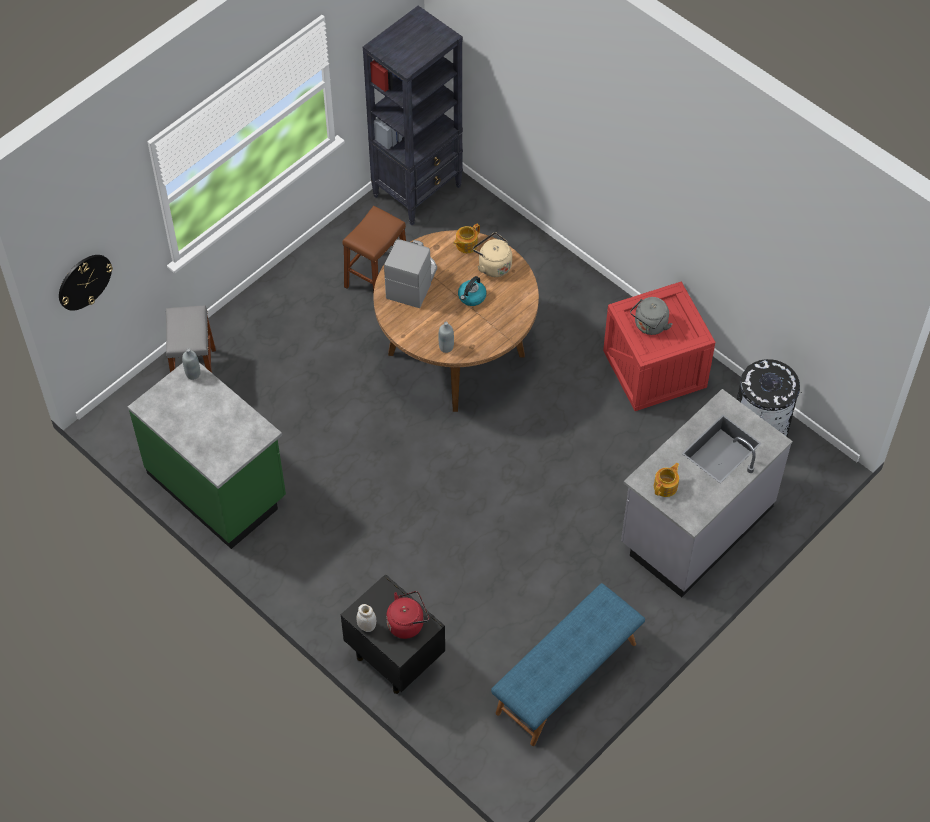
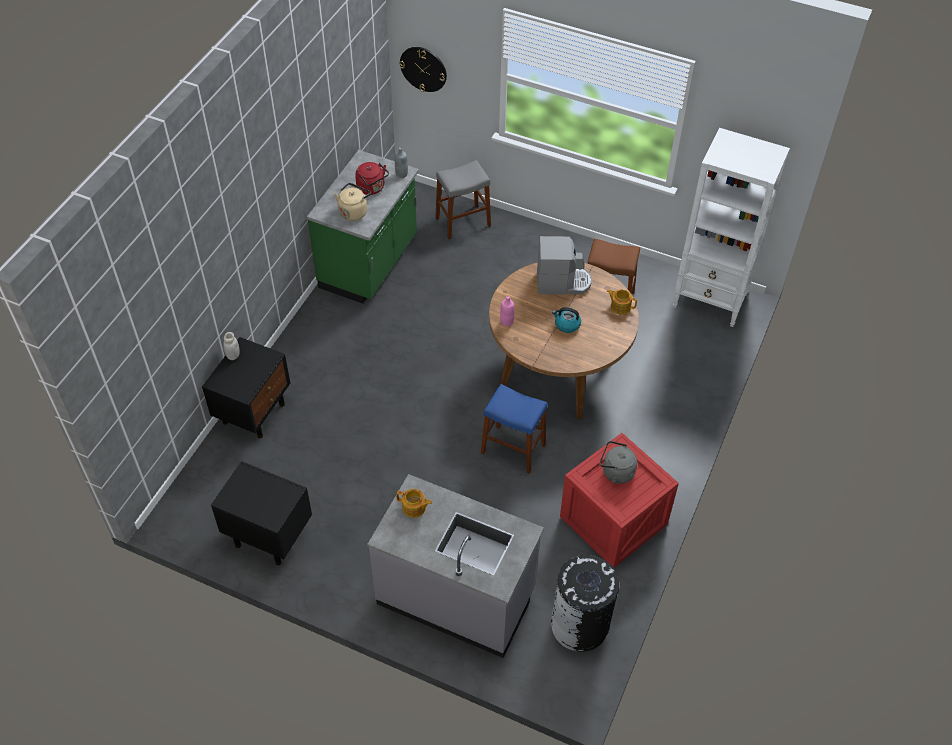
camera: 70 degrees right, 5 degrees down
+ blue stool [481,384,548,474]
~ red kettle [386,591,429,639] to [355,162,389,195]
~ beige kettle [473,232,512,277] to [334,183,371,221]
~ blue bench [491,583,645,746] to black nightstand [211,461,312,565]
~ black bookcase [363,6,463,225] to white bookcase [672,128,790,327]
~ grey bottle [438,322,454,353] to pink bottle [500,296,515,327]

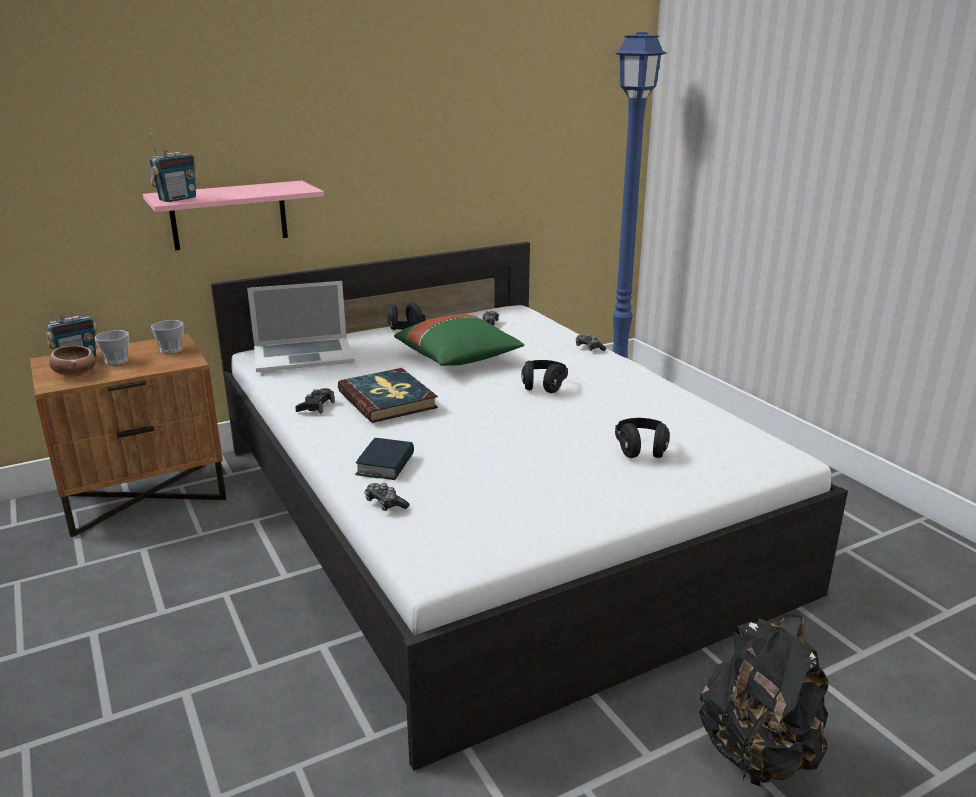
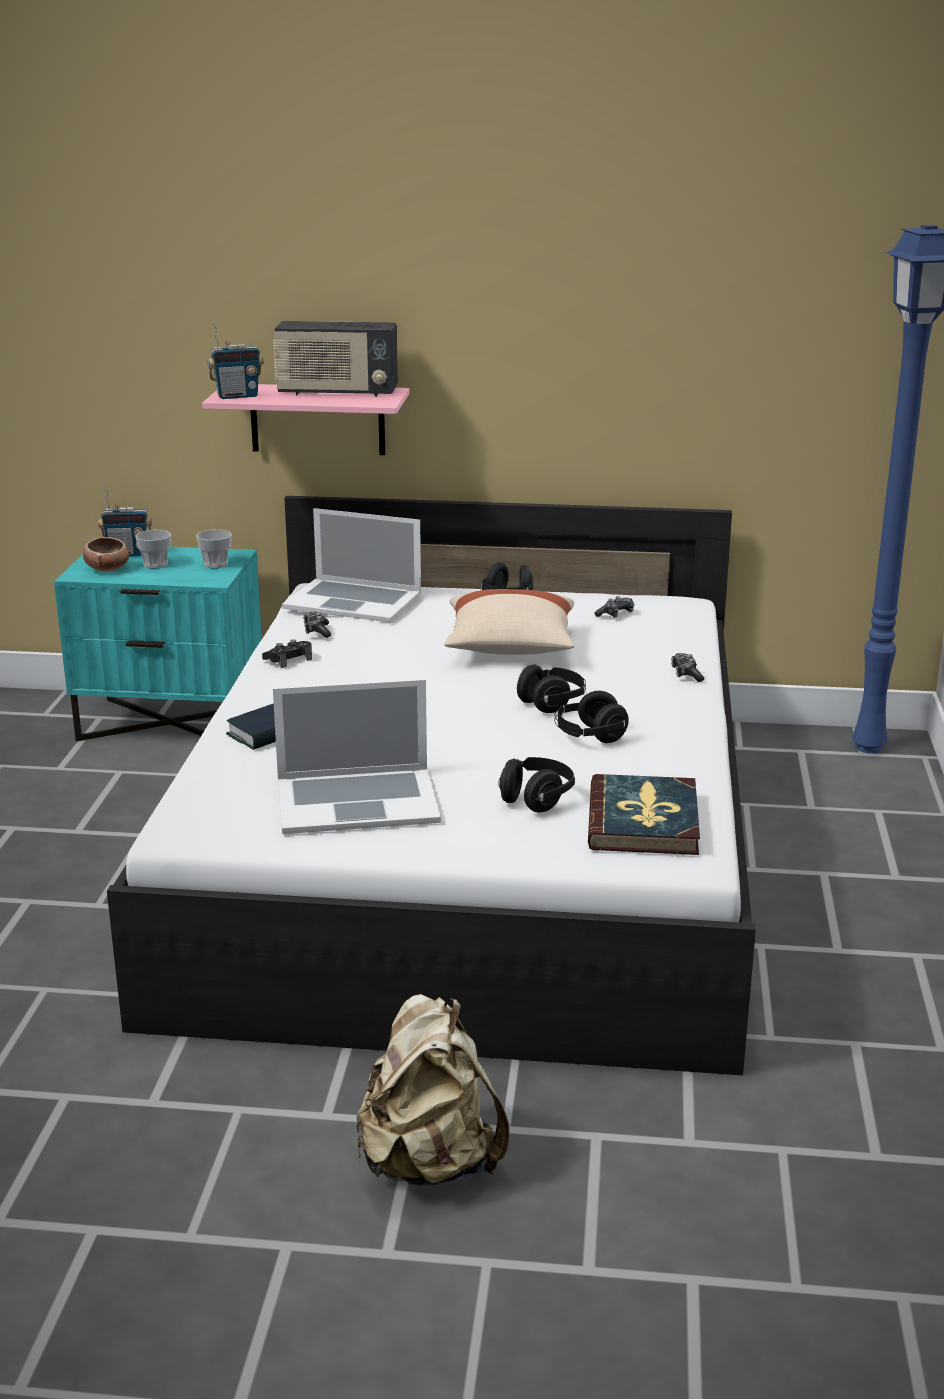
camera: 35 degrees right, 0 degrees up
+ radio [273,321,398,397]
+ laptop [273,680,441,834]
+ black headphones [554,691,629,743]
~ book [338,368,438,423] to [588,774,700,855]
~ game controller [364,483,410,511] to [303,612,331,638]
~ brown nightstand [30,334,226,537] to turquoise nightstand [54,547,262,741]
~ green pillow [394,314,524,366] to beige pillow [444,589,574,655]
~ black backpack [699,615,829,787] to beige backpack [356,994,509,1186]

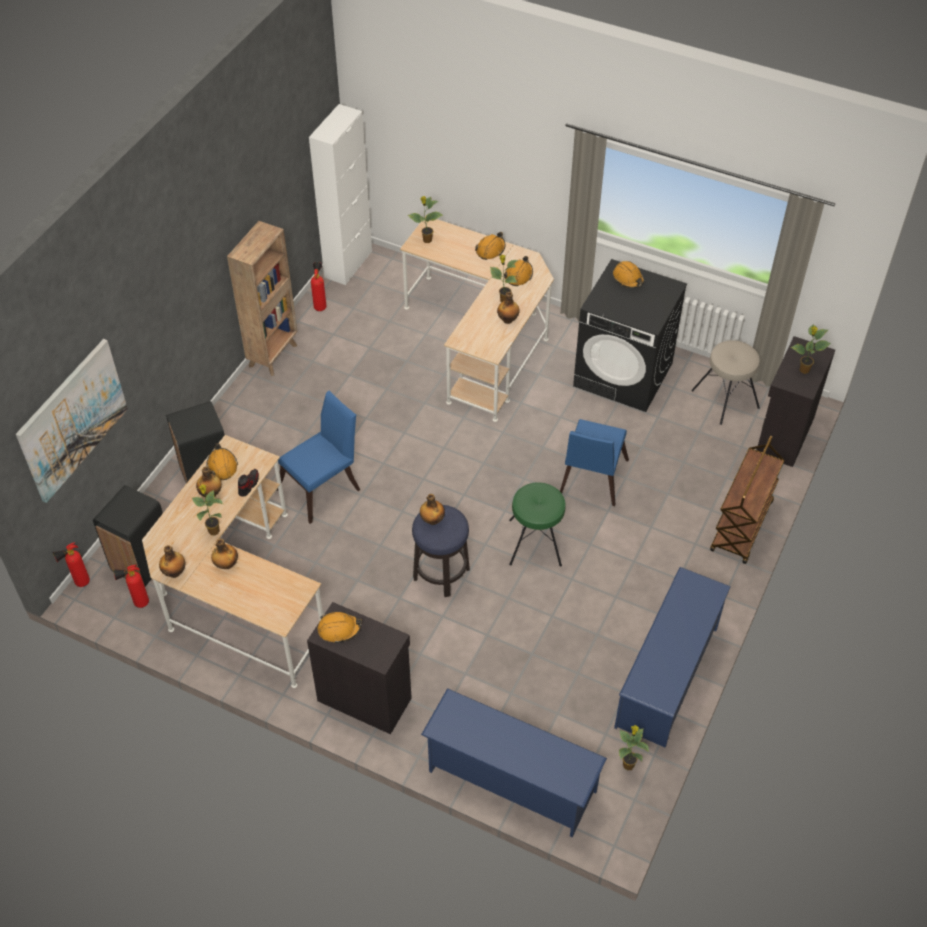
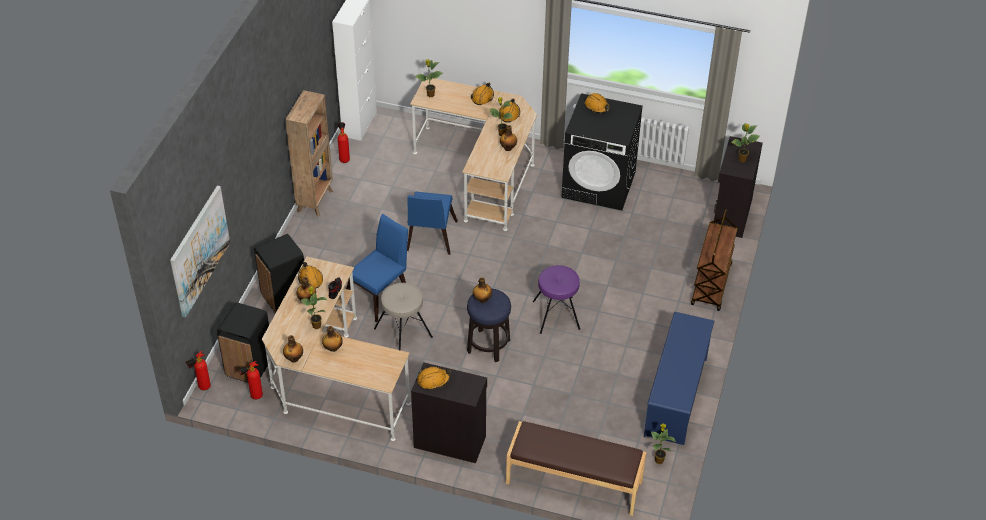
camera: 10 degrees left, 5 degrees down
~ blue chair [560,419,629,506] to [407,192,458,255]
~ beige stool [691,340,760,425] to [374,283,433,351]
~ blue shoe rack [421,688,607,837] to brown bench [506,421,646,516]
~ green stool [509,482,566,567] to purple stool [533,265,580,334]

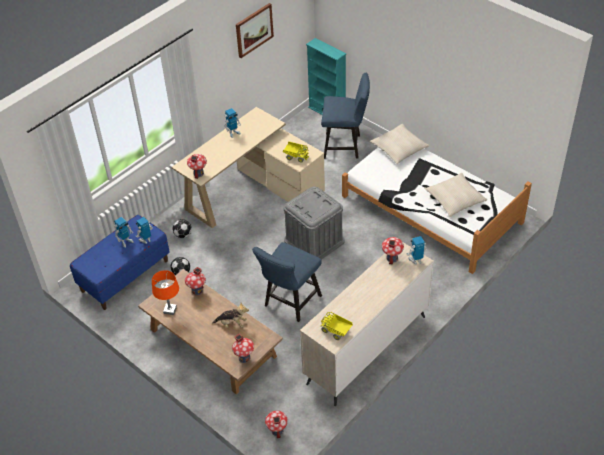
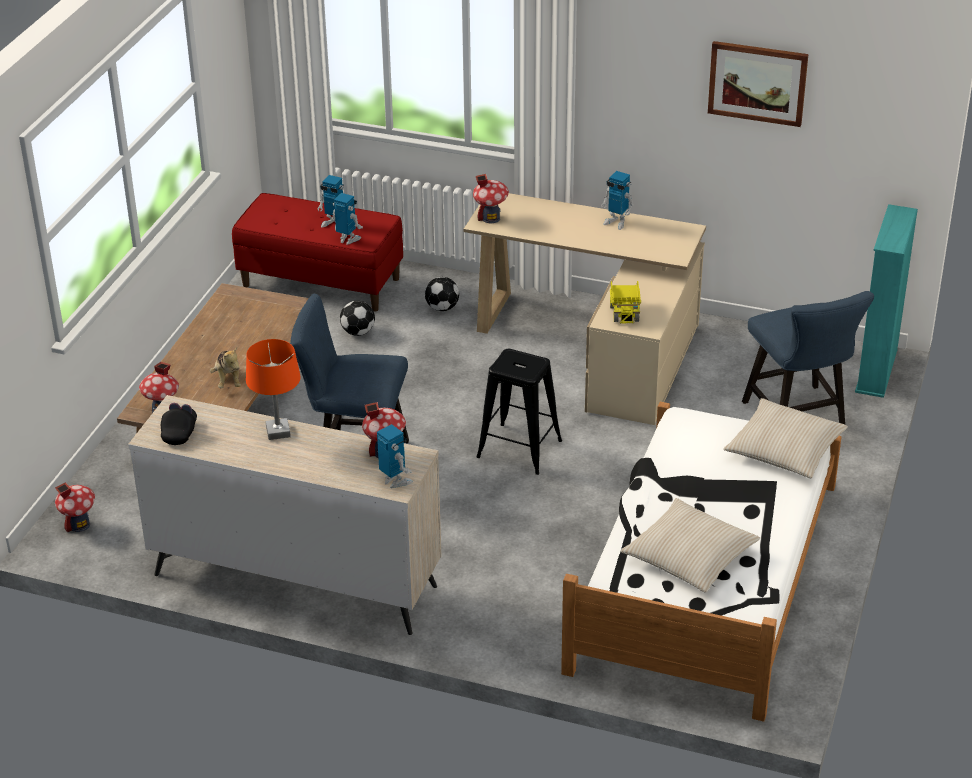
camera: 65 degrees right, 10 degrees down
- toy house [185,267,206,296]
~ orange table lamp [152,270,179,315] to [246,339,301,440]
~ grey storage box [283,186,345,260] to black stool [476,349,562,475]
~ toy truck [321,312,353,340] to black cap [161,403,197,445]
~ blue bench [70,215,170,310] to red bench [232,193,403,312]

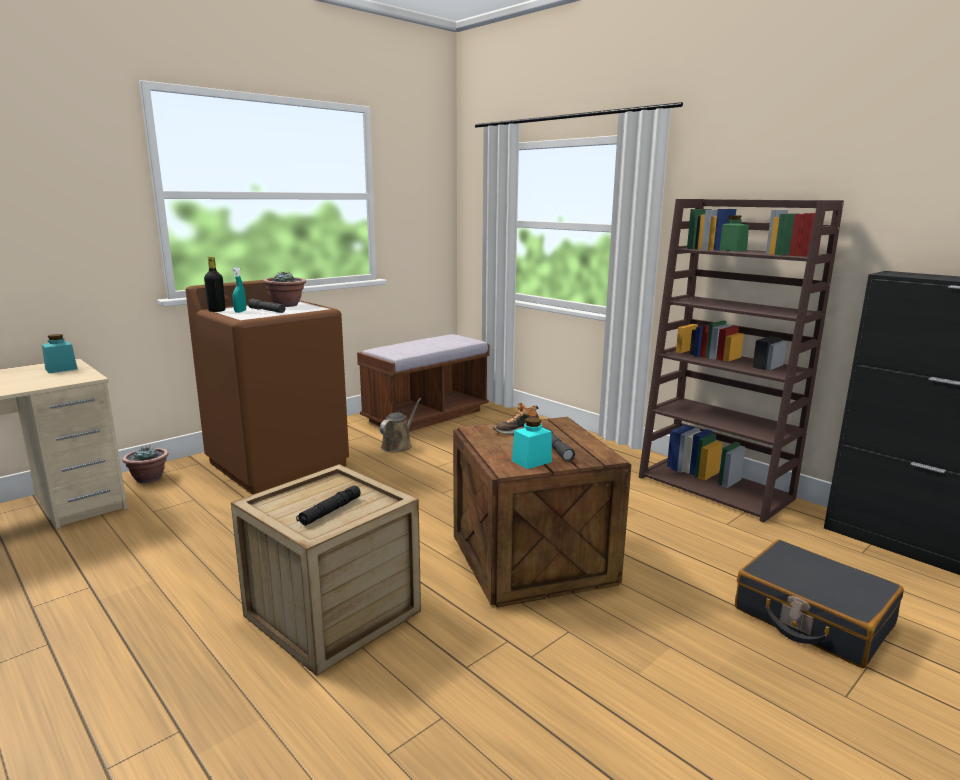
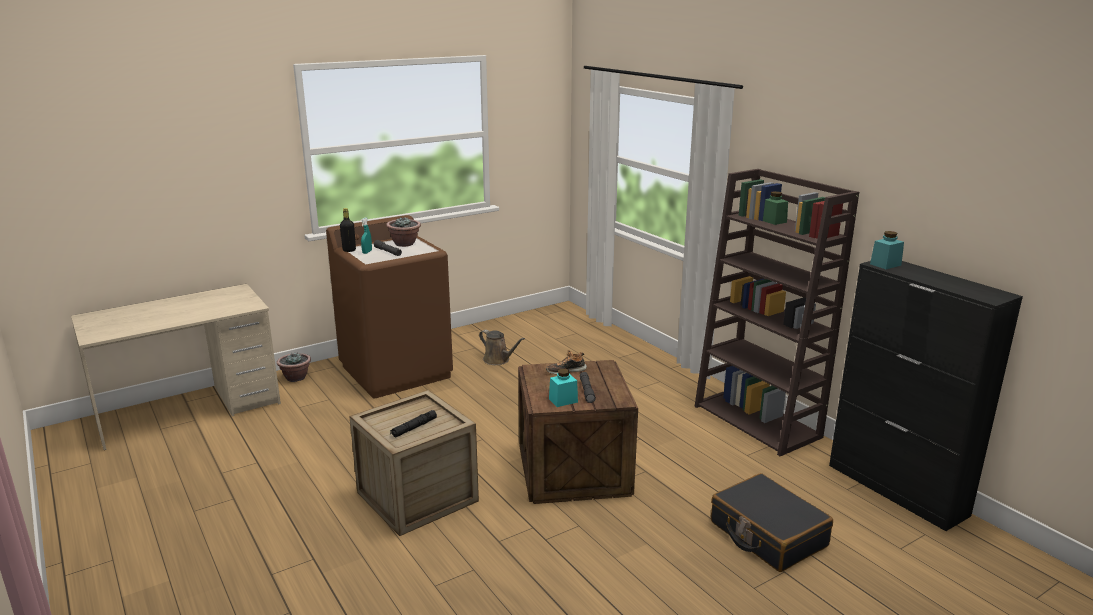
camera: 10 degrees right, 5 degrees up
- brown bench [357,334,489,432]
~ turquoise jar [42,334,77,373] to [870,231,904,269]
~ brown watering can [380,398,421,452] = [479,330,525,365] 90 degrees clockwise

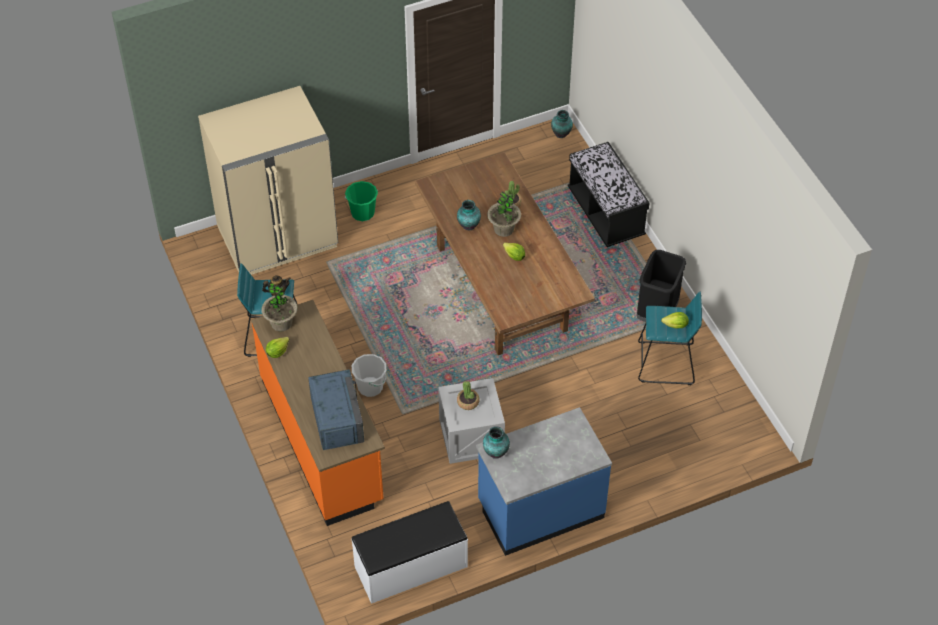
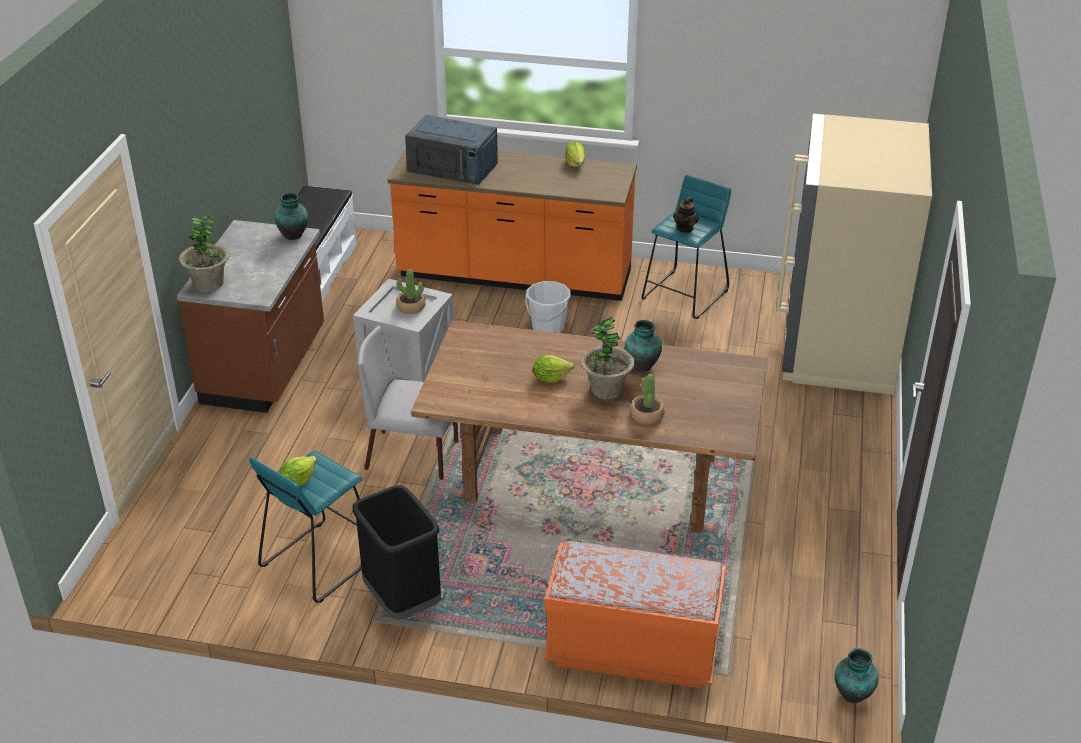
camera: 125 degrees right, 15 degrees down
- green bucket [345,181,378,221]
+ grey chair [358,326,458,480]
~ potted plant [261,283,298,332] to [179,216,230,292]
~ blue counter [476,407,612,556] to brown counter [177,220,324,413]
~ black bench [568,142,649,247] to orange bench [545,541,726,688]

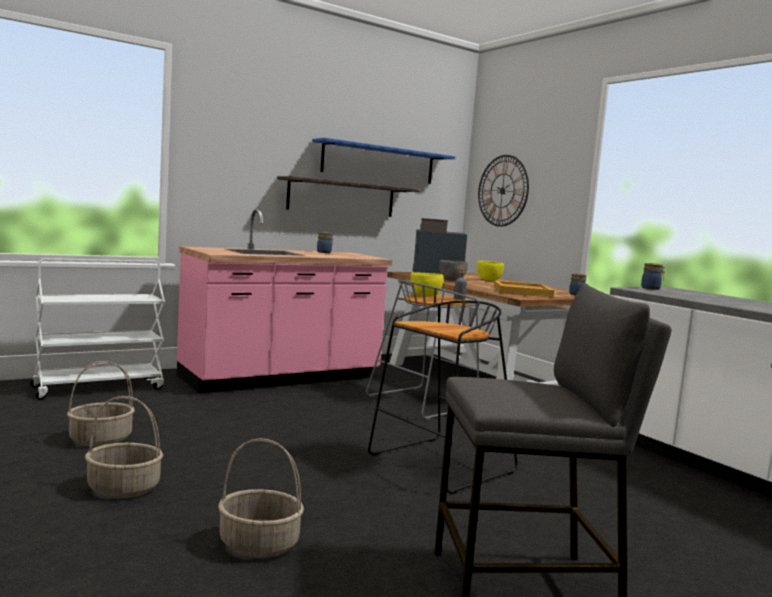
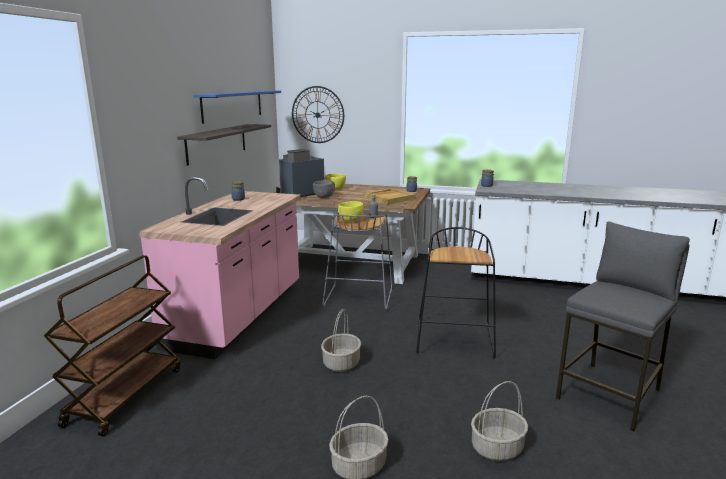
camera: 40 degrees left, 10 degrees up
~ basket [67,361,135,447] to [321,309,361,372]
~ white cart [30,258,165,400] to brown cart [44,255,181,437]

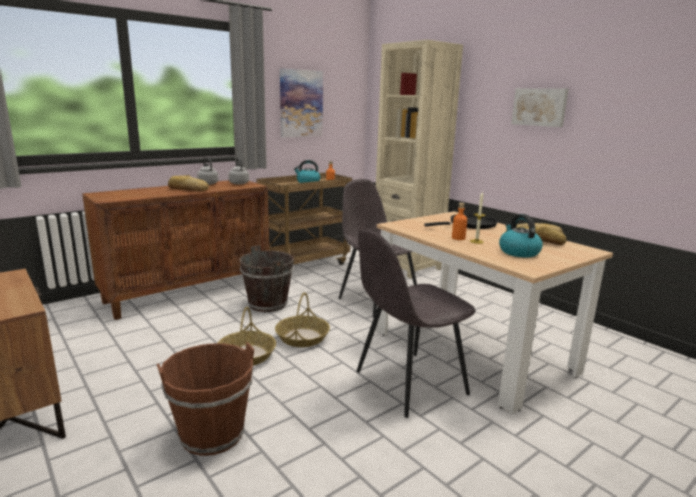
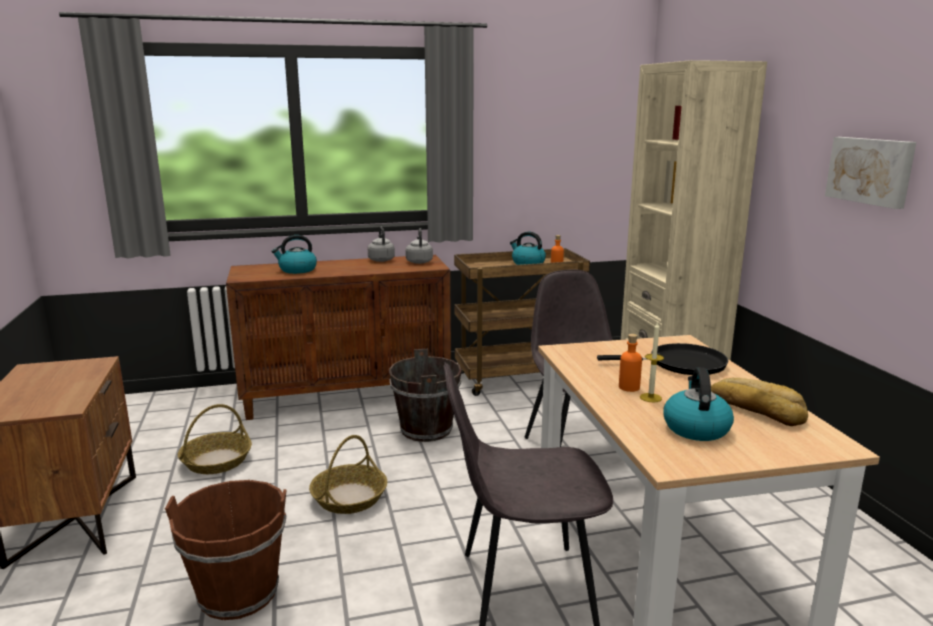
camera: 25 degrees right, 0 degrees up
- bread [168,175,209,191]
- picture [280,68,323,138]
+ kettle [272,235,317,274]
~ basket [275,292,330,347] to [178,404,252,474]

